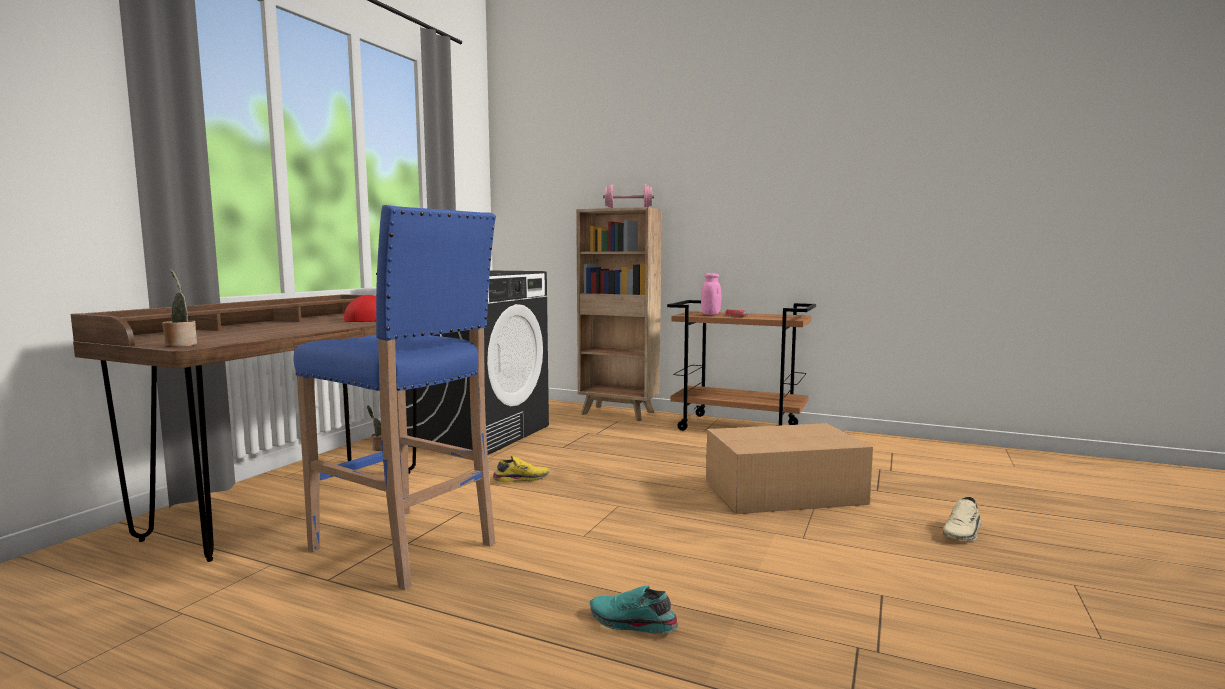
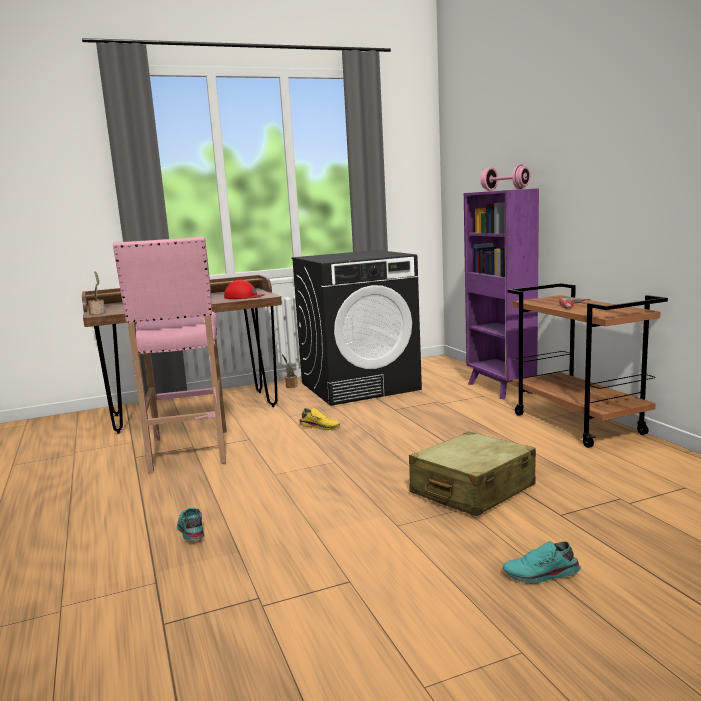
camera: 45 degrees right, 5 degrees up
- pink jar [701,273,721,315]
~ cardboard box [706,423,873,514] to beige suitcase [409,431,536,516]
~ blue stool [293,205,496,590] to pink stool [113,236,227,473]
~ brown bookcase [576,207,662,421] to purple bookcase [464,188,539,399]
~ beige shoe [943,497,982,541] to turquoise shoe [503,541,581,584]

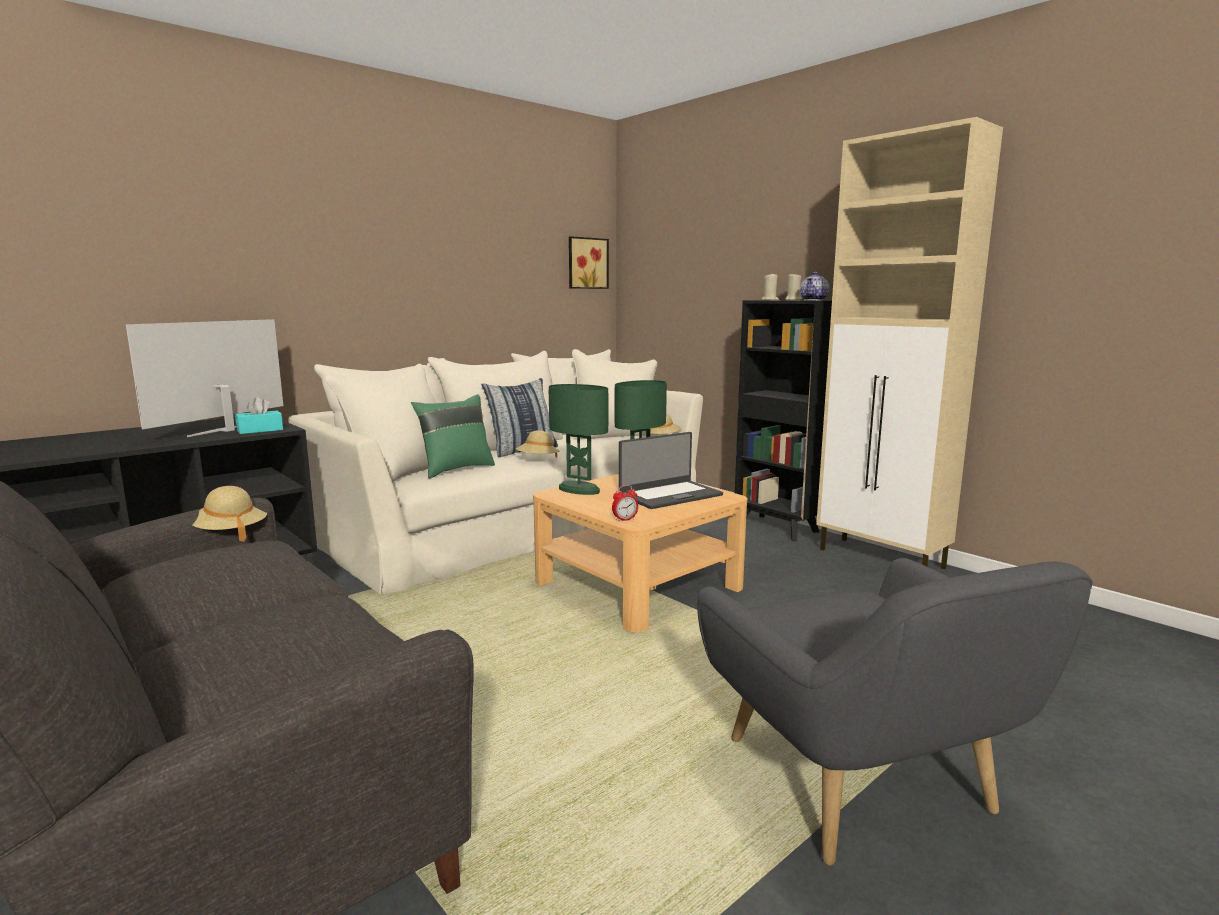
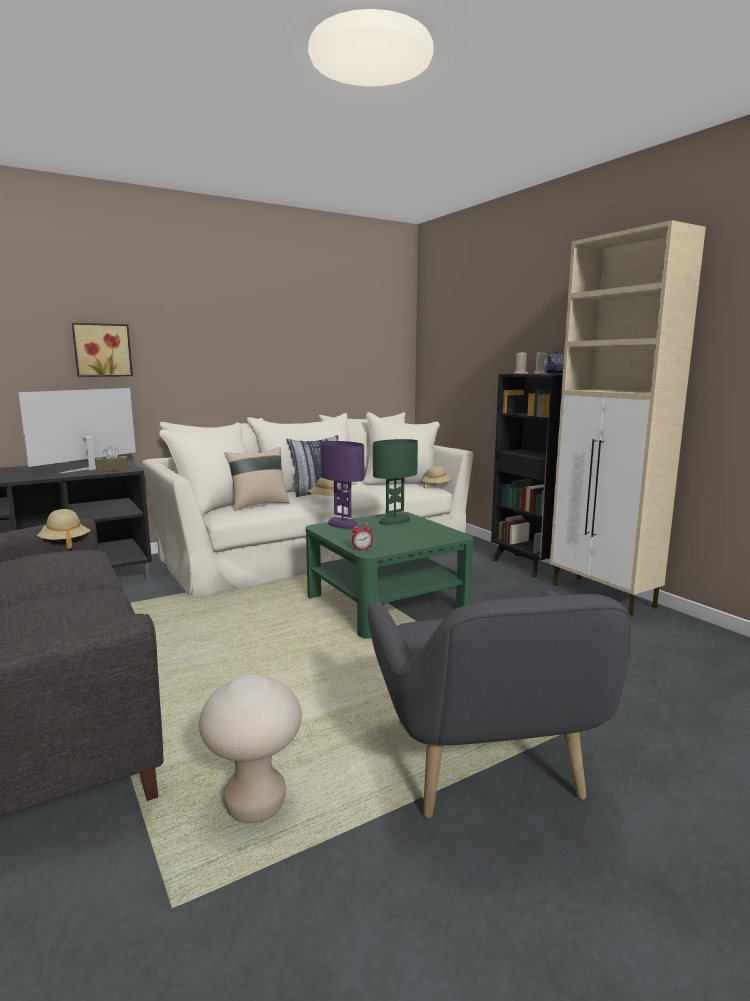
camera: 10 degrees right, 0 degrees up
- laptop [619,432,723,509]
+ beige stool [199,674,302,823]
~ picture [569,236,609,289] to [72,323,133,377]
~ turquoise tissue box [235,397,283,434] to brown tissue box [96,446,128,473]
~ green pillow [411,394,495,479] to beige pillow [224,447,290,511]
~ beige coffee table [533,474,747,632] to green coffee table [305,512,473,639]
~ green table lamp [549,384,608,495] to purple table lamp [320,441,364,529]

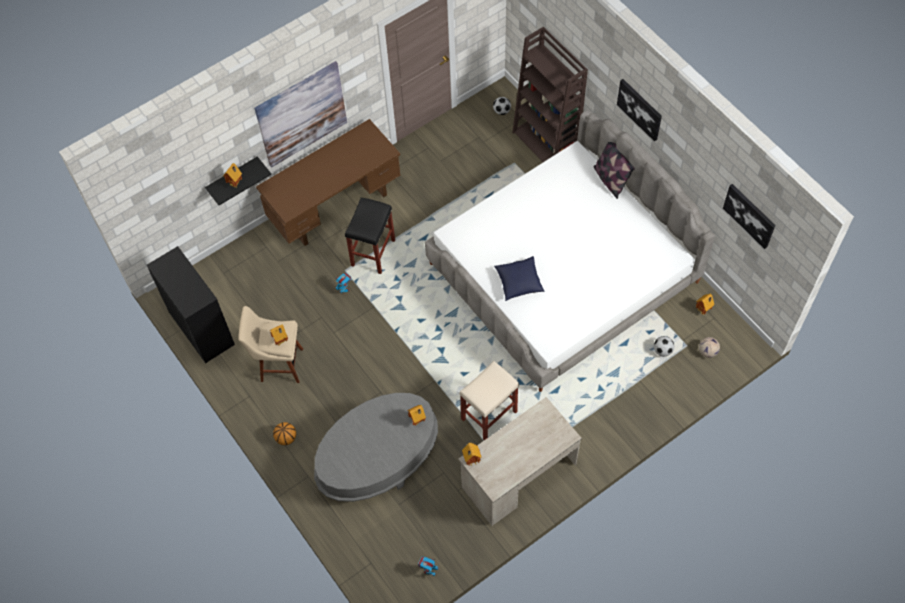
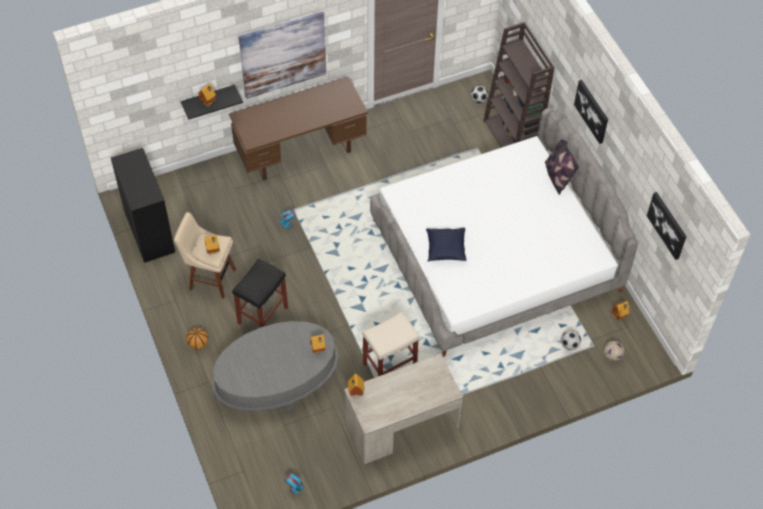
camera: 10 degrees right, 5 degrees down
~ black stool [345,197,395,274] to [232,259,288,327]

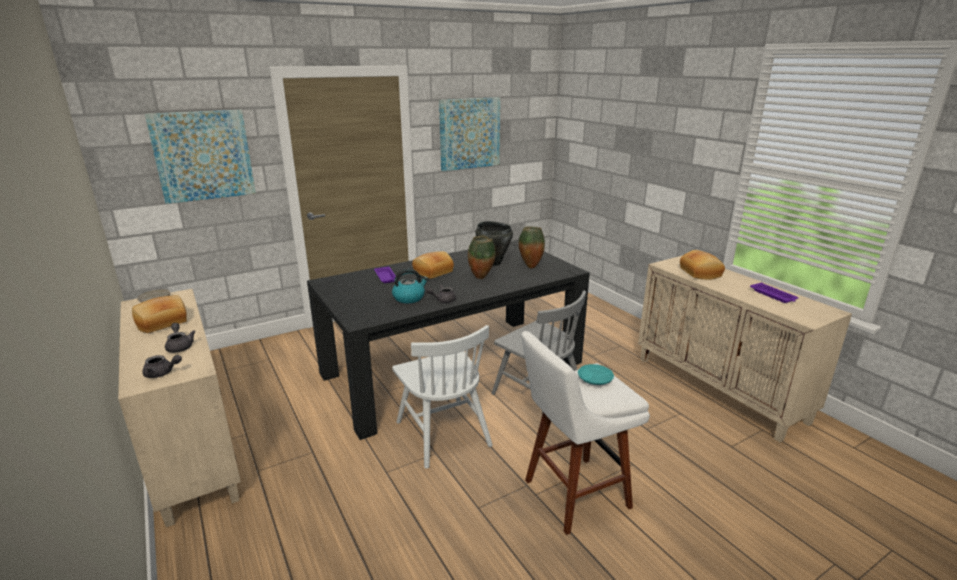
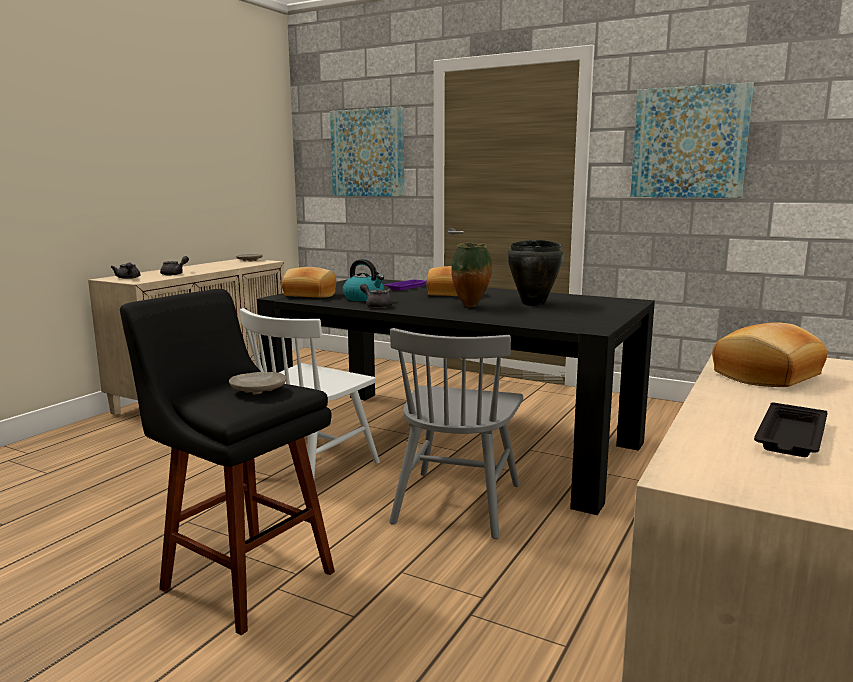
camera: 60 degrees right, 10 degrees down
- vase [519,226,545,268]
~ bread [132,295,187,333] to [282,267,336,298]
~ white stool [521,331,650,535] to black stool [120,289,335,635]
~ turquoise plate [578,364,614,385] to beige plate [229,372,286,395]
~ purple tray [750,283,798,303] to black tray [754,402,827,457]

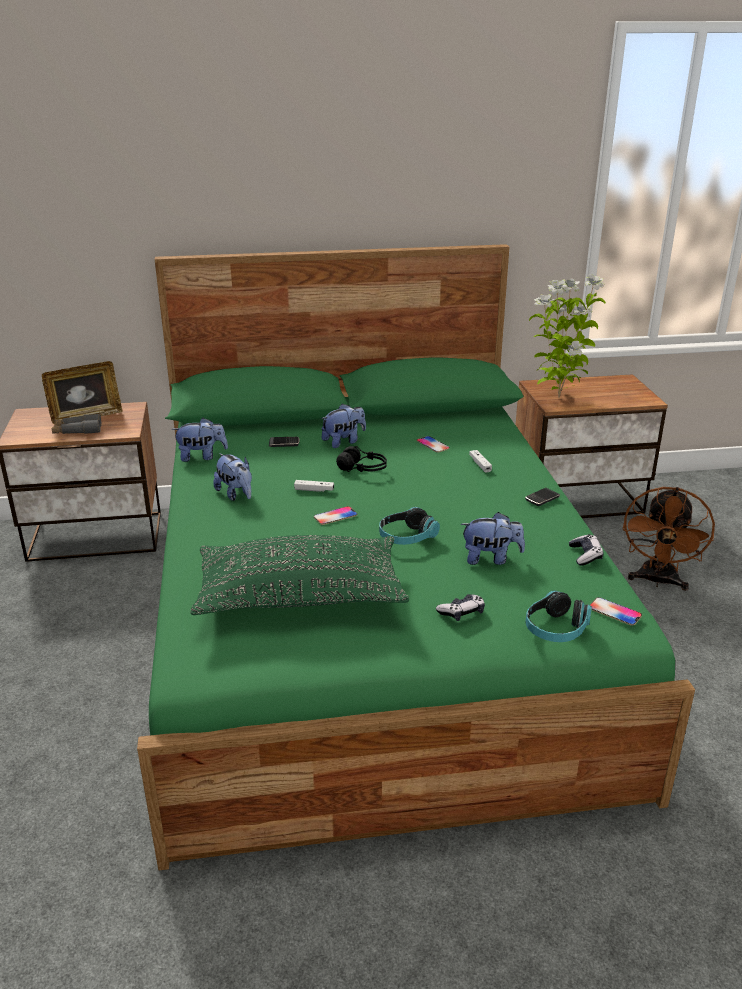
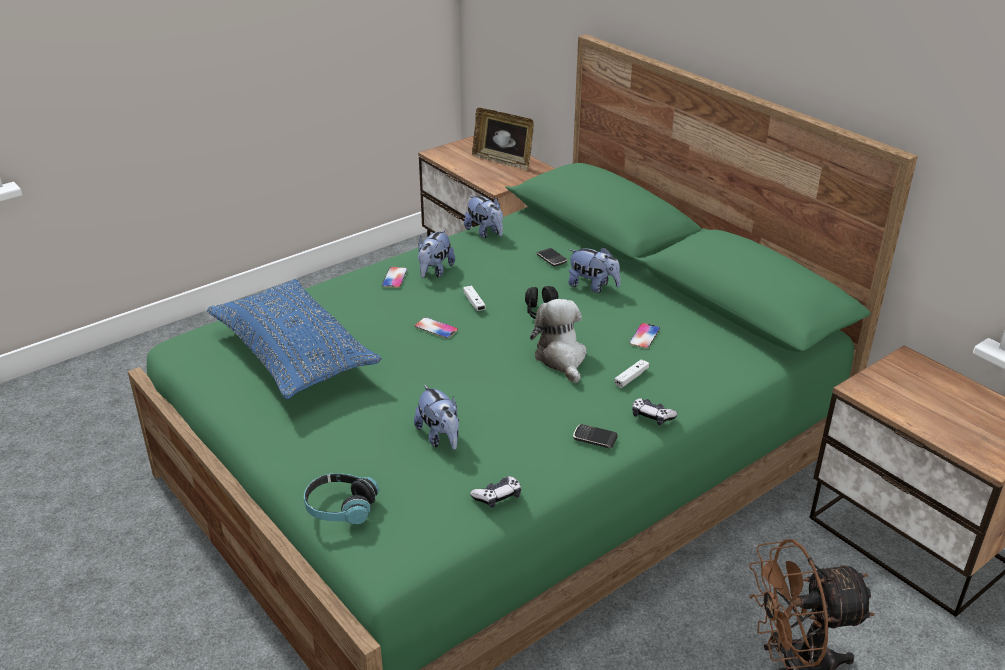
camera: 60 degrees right, 5 degrees up
- grey binoculars [52,414,102,434]
- headphones [379,507,440,545]
- potted plant [529,274,606,398]
+ plush toy [530,299,587,383]
~ game controller [436,594,485,621] to [632,398,678,425]
~ phone [590,597,642,626] to [382,267,407,288]
~ green pillow [190,535,409,615] to blue pillow [207,279,382,399]

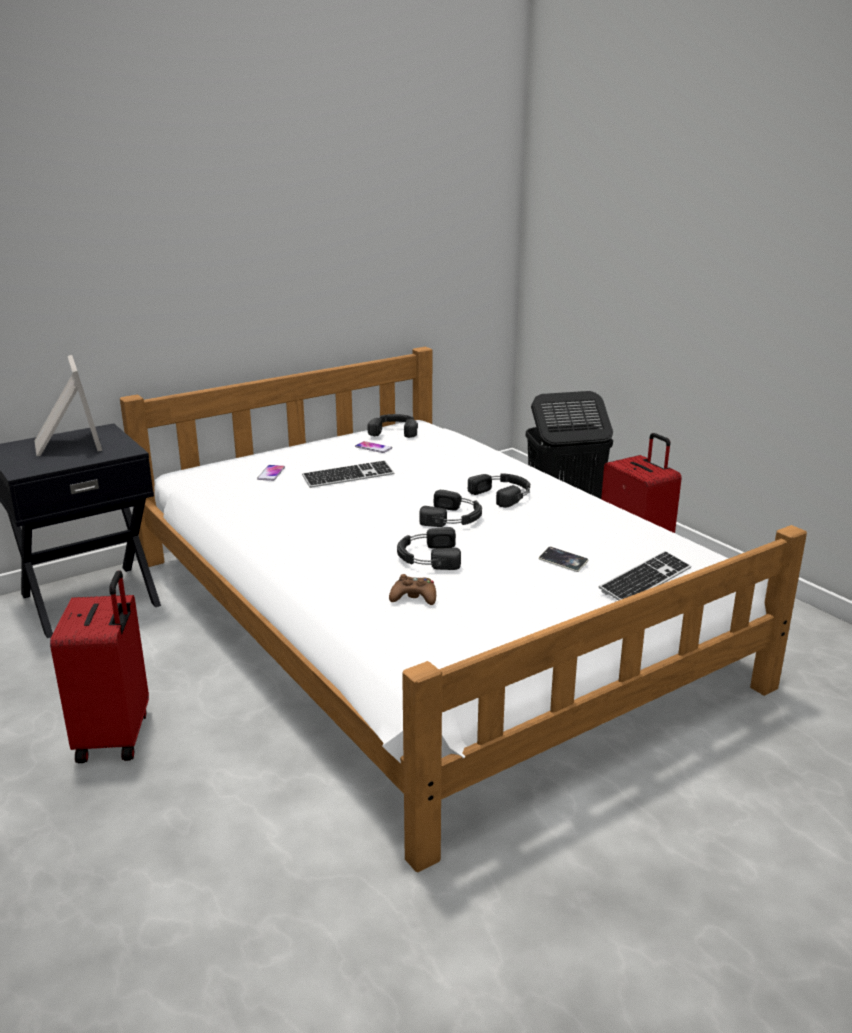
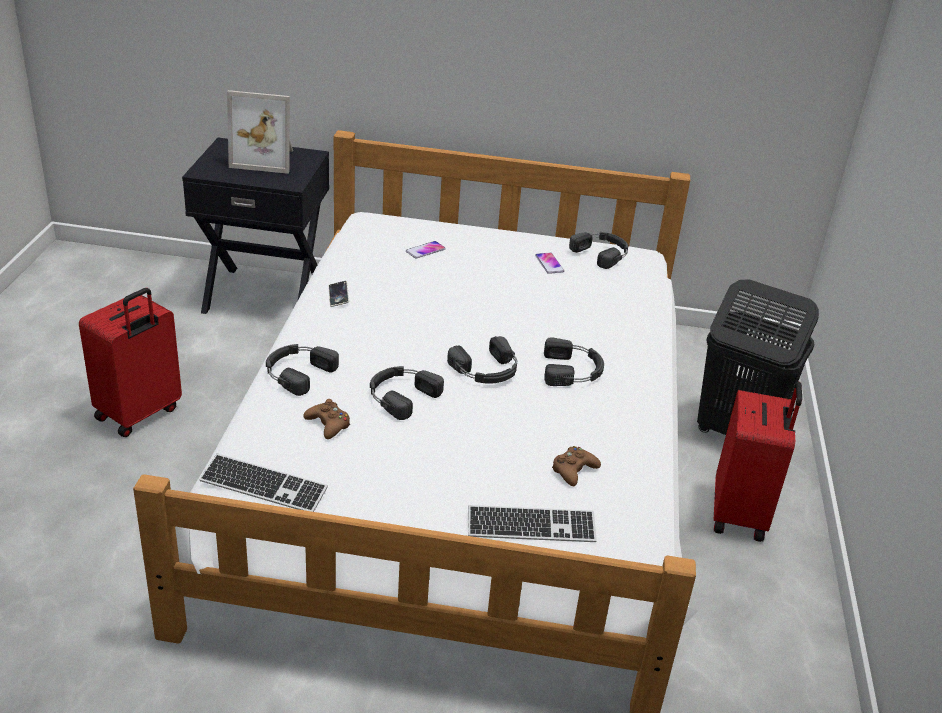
camera: 40 degrees right, 10 degrees up
+ black headphones [266,344,339,396]
+ brown game controller [552,446,601,486]
~ keyboard [302,460,395,488] to [199,454,328,512]
~ phone [539,546,588,572] to [328,281,349,307]
~ picture frame [35,355,102,456] = [227,90,293,174] 75 degrees clockwise

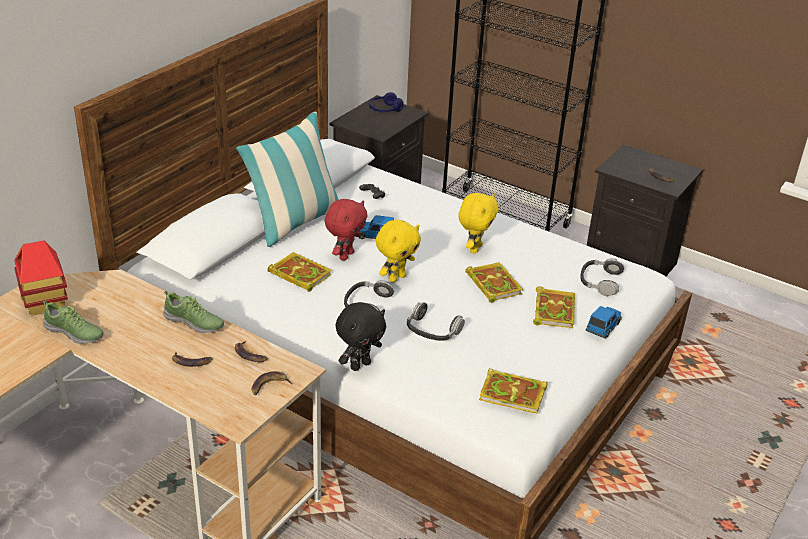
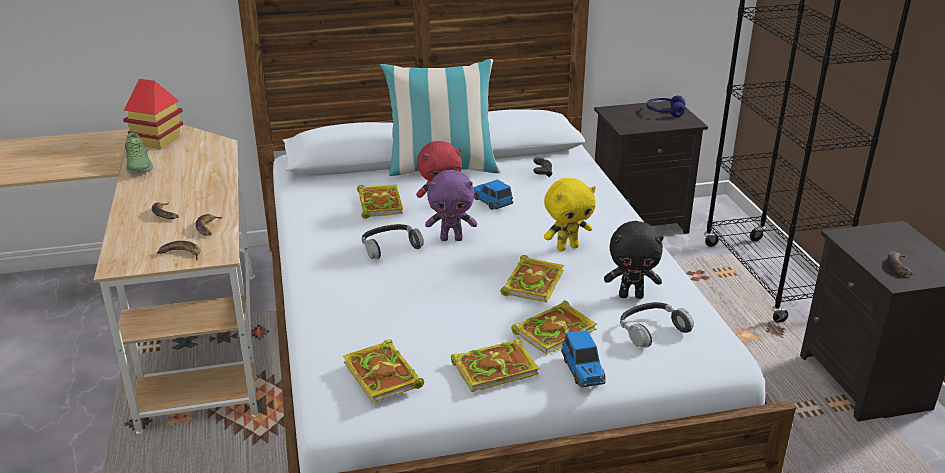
camera: 45 degrees right, 5 degrees down
- shoe [163,291,224,333]
- headphones [407,302,465,341]
+ book [451,338,539,392]
~ black plush toy [336,302,386,371] to [604,221,664,299]
~ yellow plush toy [376,220,421,283] to purple plush toy [425,170,477,241]
~ toy car [585,306,622,338] = [561,330,606,387] 90 degrees clockwise

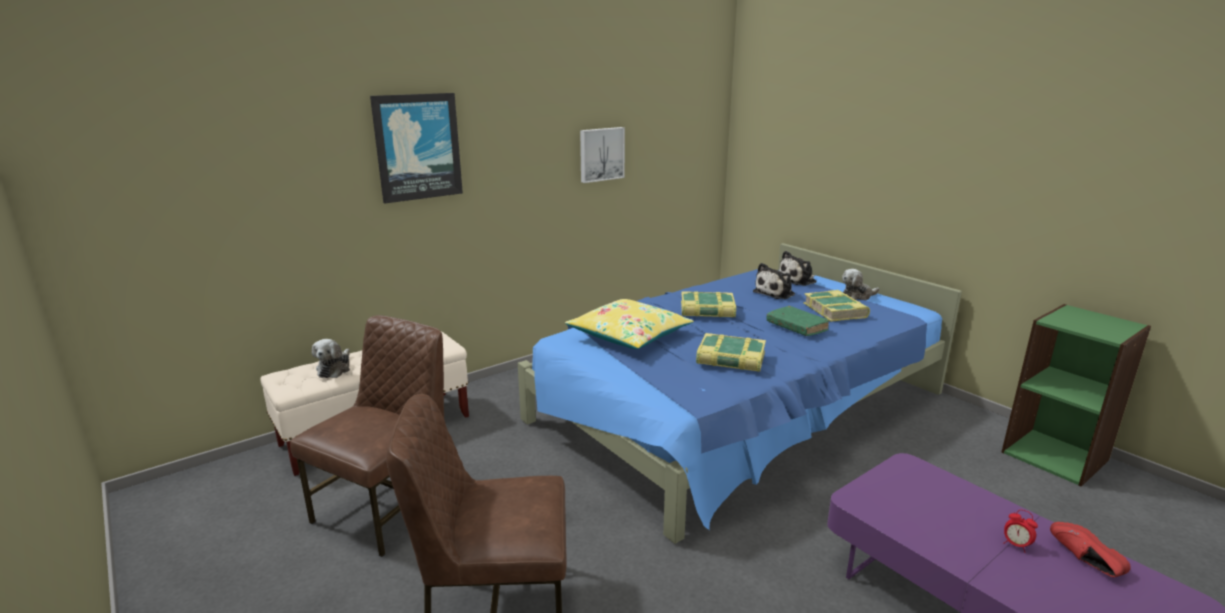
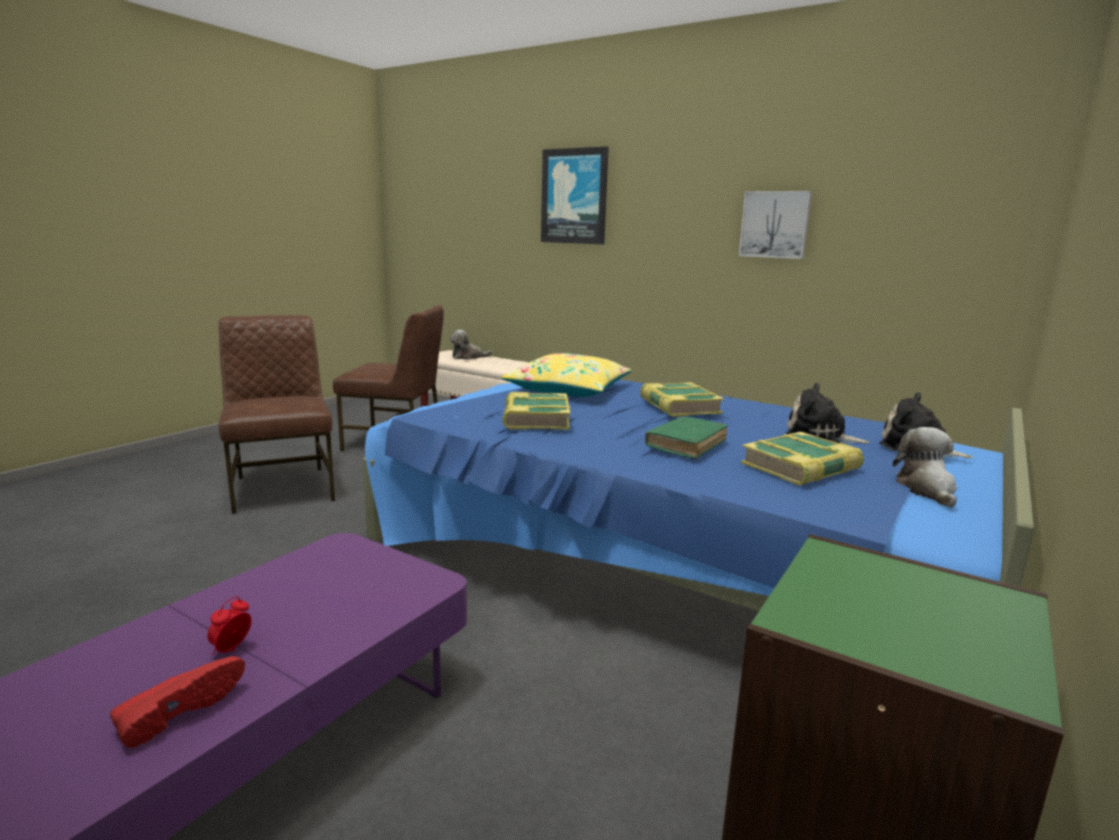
camera: 70 degrees right, 5 degrees down
~ plush toy [842,269,879,300] = [893,427,957,508] 45 degrees clockwise

